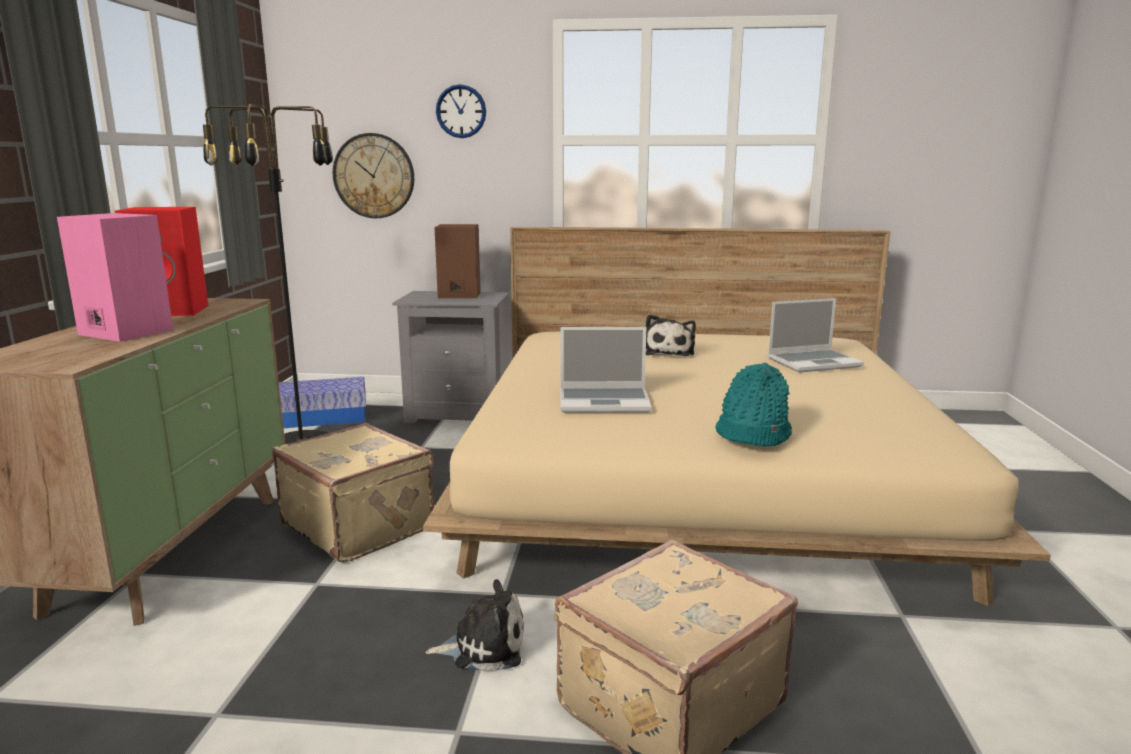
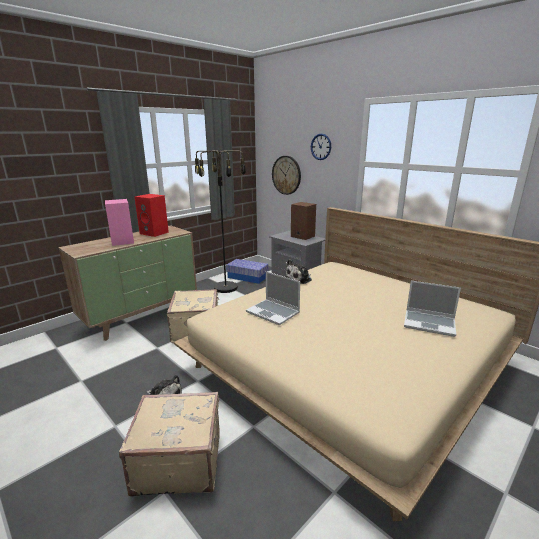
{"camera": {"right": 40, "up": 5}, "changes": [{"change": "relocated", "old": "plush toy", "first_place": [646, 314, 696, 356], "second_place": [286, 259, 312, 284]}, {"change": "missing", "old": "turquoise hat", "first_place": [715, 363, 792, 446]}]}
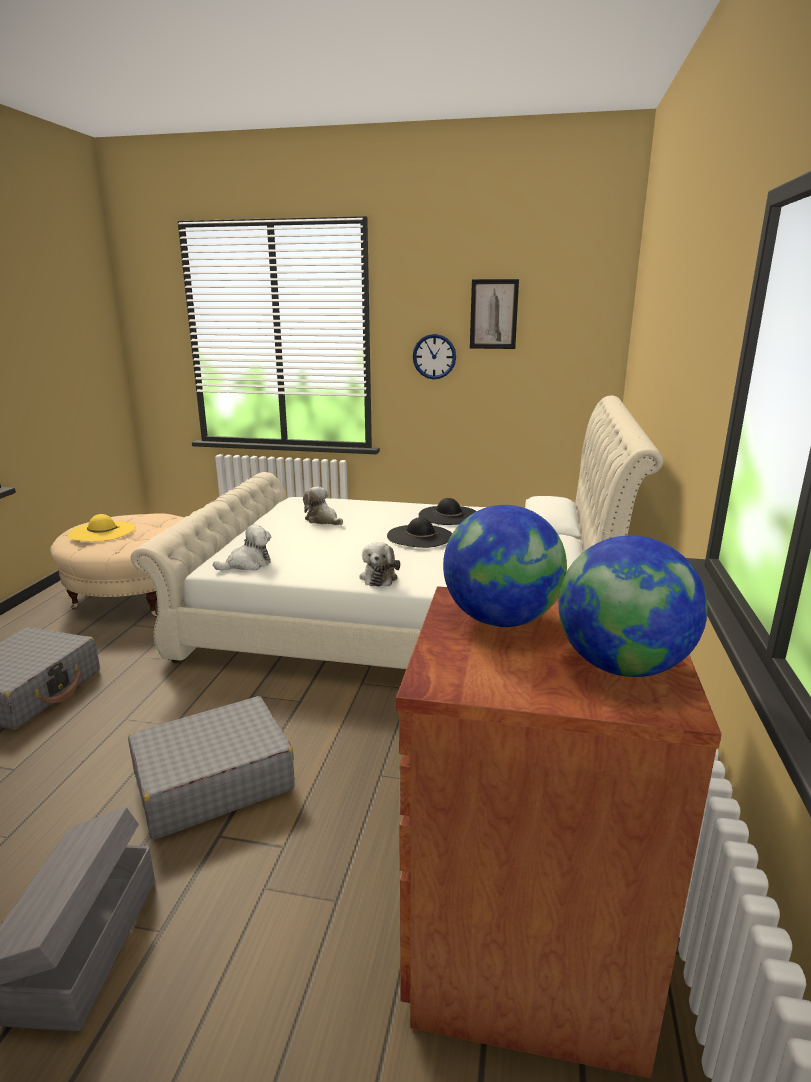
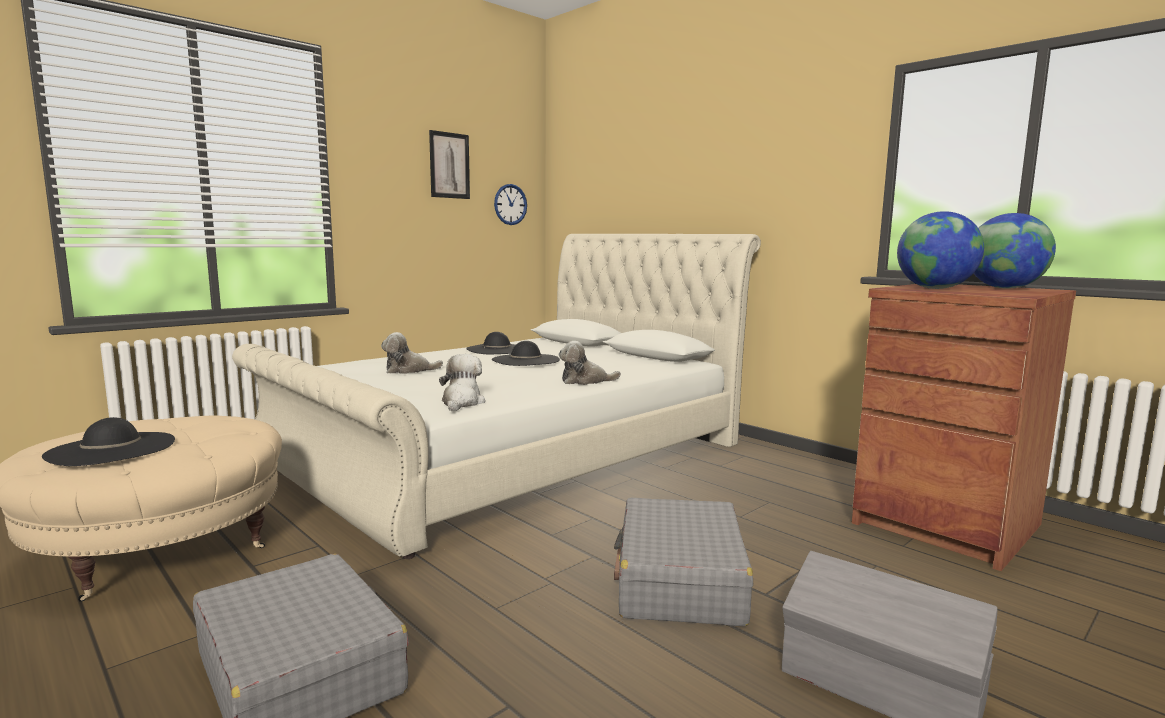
{"camera": {"right": -55, "up": -10}, "changes": [{"change": "relocated", "old": "wall clock", "first_place": [413, 334, 456, 379], "second_place": [494, 184, 527, 225]}, {"change": "colour", "old": "yellow hat", "new": "black hat", "first_place": [68, 514, 136, 542], "second_place": [42, 417, 175, 466]}, {"change": "spun", "old": "plush toy", "first_place": [359, 542, 400, 587], "second_place": [559, 341, 621, 385], "degrees": 135}]}
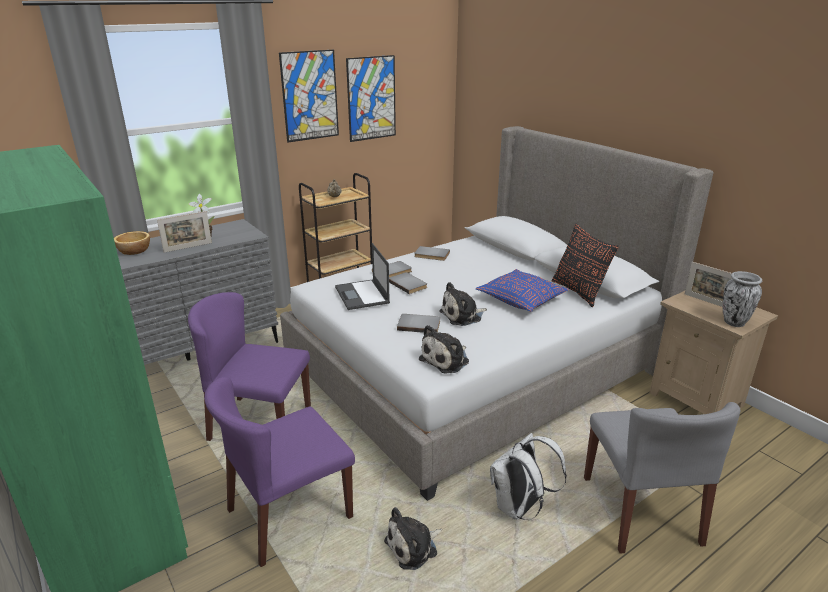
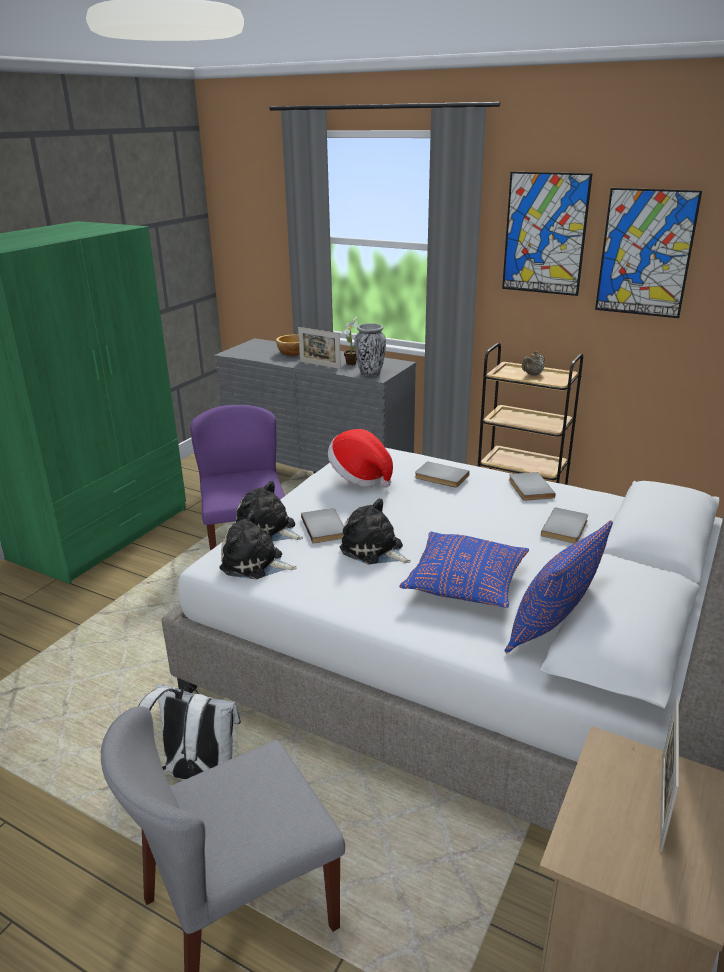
{"camera": {"right": 65, "up": 0}, "changes": [{"change": "colour", "old": "black pillow", "new": "blue pillow", "first_place": [552, 224, 619, 307], "second_place": [505, 520, 613, 654]}, {"change": "exchanged", "old": "laptop", "new": "hat", "first_place": [335, 243, 390, 310], "second_place": [328, 429, 393, 487]}, {"change": "relocated", "old": "vase", "first_place": [723, 271, 762, 327], "second_place": [354, 323, 386, 376]}, {"change": "relocated", "old": "grey book", "first_place": [389, 272, 427, 294], "second_place": [541, 507, 588, 543]}, {"change": "missing", "old": "purple chair", "first_place": [204, 377, 355, 567]}, {"change": "relocated", "old": "plush toy", "first_place": [384, 507, 442, 570], "second_place": [236, 481, 303, 542]}]}
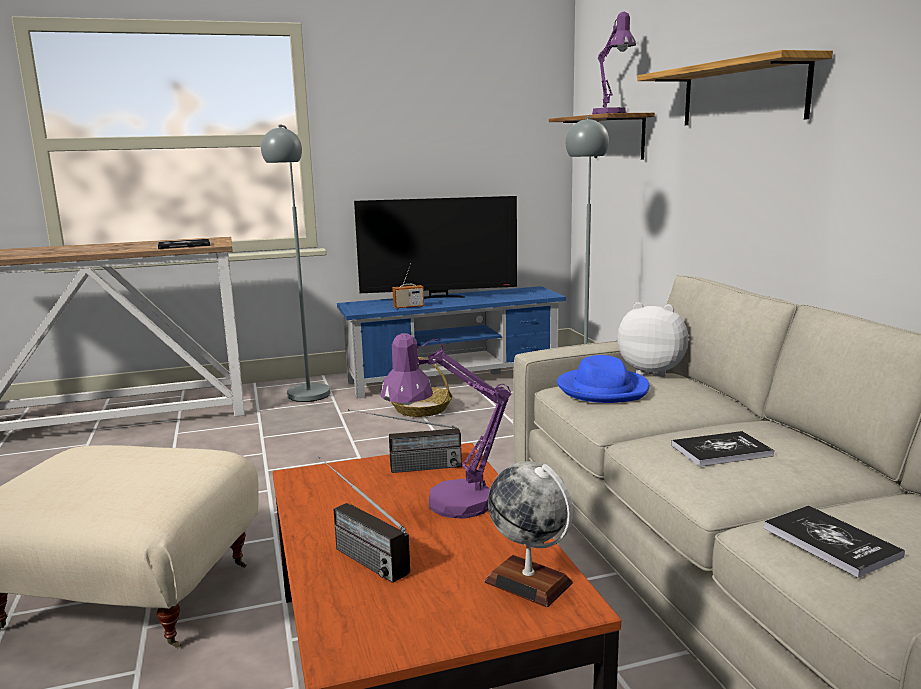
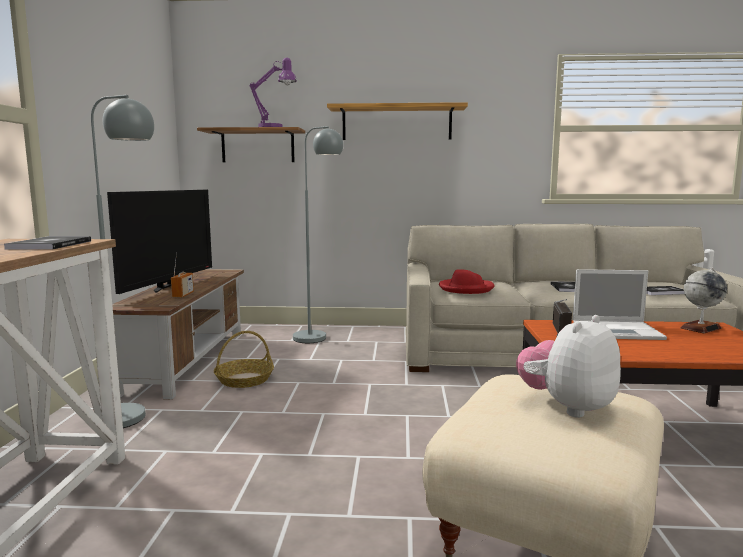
{"camera": {"right": -70, "up": -5}, "changes": [{"change": "colour", "old": "blue tv stand", "new": "brown tv stand", "first_place": [337, 286, 566, 398], "second_place": [112, 269, 244, 400]}, {"change": "relocated", "old": "plush toy", "first_place": [617, 302, 688, 377], "second_place": [516, 315, 621, 418]}, {"change": "exchanged", "old": "purple table lamp", "new": "laptop", "first_place": [381, 333, 511, 519], "second_place": [573, 269, 667, 340]}, {"change": "colour", "old": "blue hat", "new": "red hat", "first_place": [557, 355, 649, 403], "second_place": [439, 269, 494, 294]}, {"change": "missing", "old": "radio", "first_place": [318, 456, 410, 583]}]}
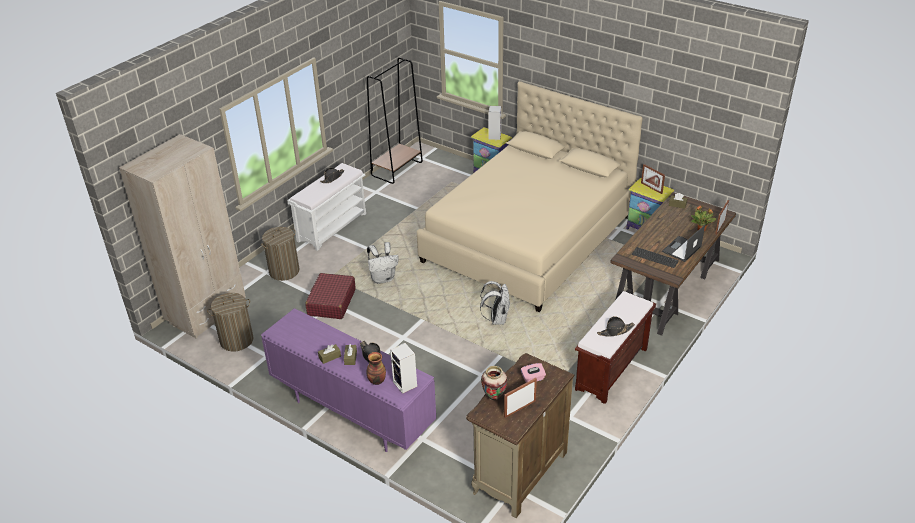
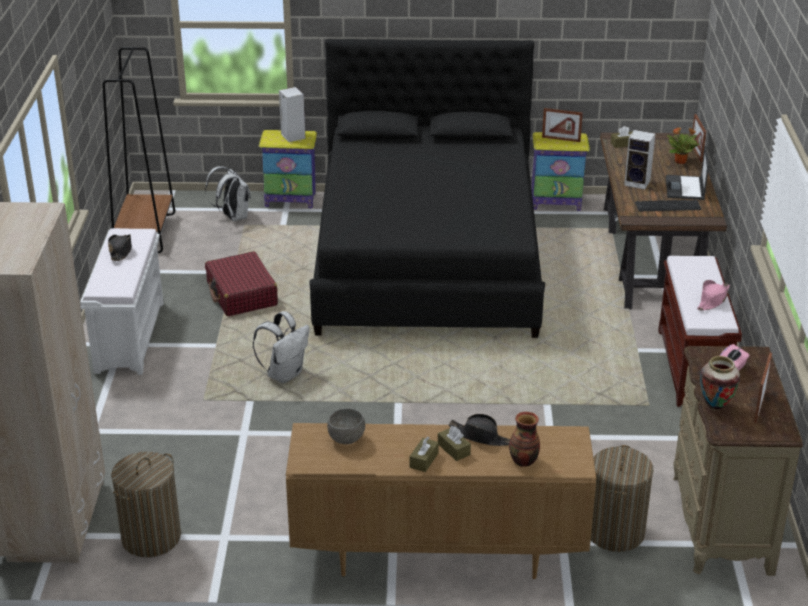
{"camera": {"right": -35, "up": -5}, "changes": [{"change": "colour", "old": "beige bed", "new": "black bed", "first_place": [417, 81, 643, 312], "second_place": [309, 39, 545, 338]}, {"change": "relocated", "old": "laundry basket", "first_place": [261, 227, 299, 281], "second_place": [591, 445, 654, 552]}, {"change": "relocated", "old": "red suitcase", "first_place": [305, 273, 356, 319], "second_place": [205, 251, 278, 316]}, {"change": "relocated", "old": "white backpack", "first_place": [480, 281, 510, 325], "second_place": [205, 166, 251, 221]}, {"change": "colour", "old": "purple dresser", "new": "brown dresser", "first_place": [261, 308, 436, 452], "second_place": [286, 423, 597, 579]}, {"change": "colour", "old": "black hat", "new": "pink hat", "first_place": [597, 316, 635, 337], "second_place": [697, 280, 730, 311]}, {"change": "relocated", "old": "speaker", "first_place": [390, 343, 417, 394], "second_place": [624, 130, 655, 189]}, {"change": "appeared", "new": "grey bowl", "second_place": [327, 408, 365, 444]}]}
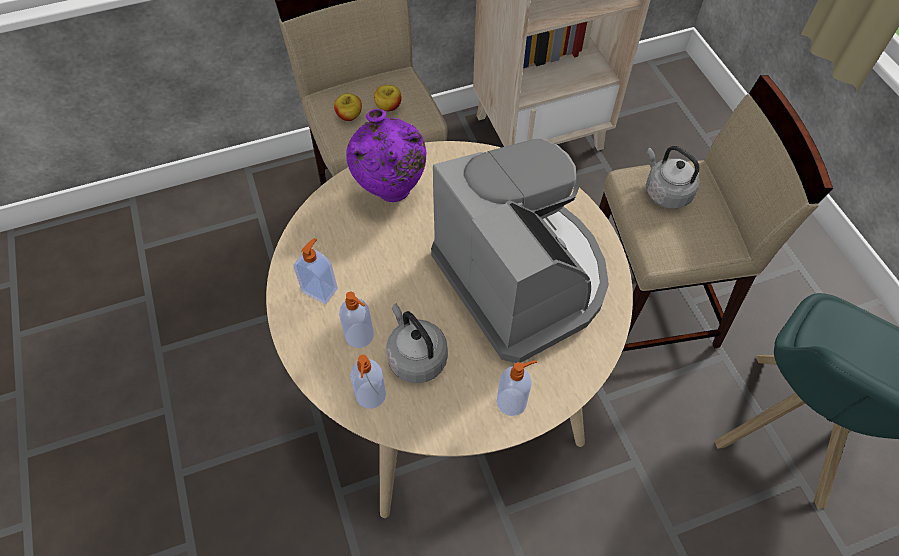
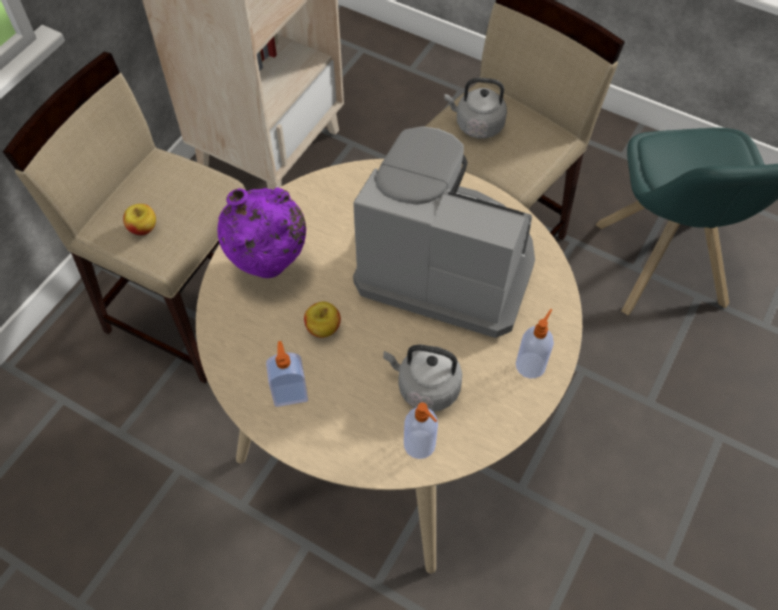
{"camera": {"right": -40, "up": 0}, "changes": [{"change": "relocated", "old": "apple", "first_place": [374, 85, 402, 111], "second_place": [304, 302, 341, 338]}, {"change": "missing", "old": "soap dispenser", "first_place": [339, 292, 374, 348]}]}
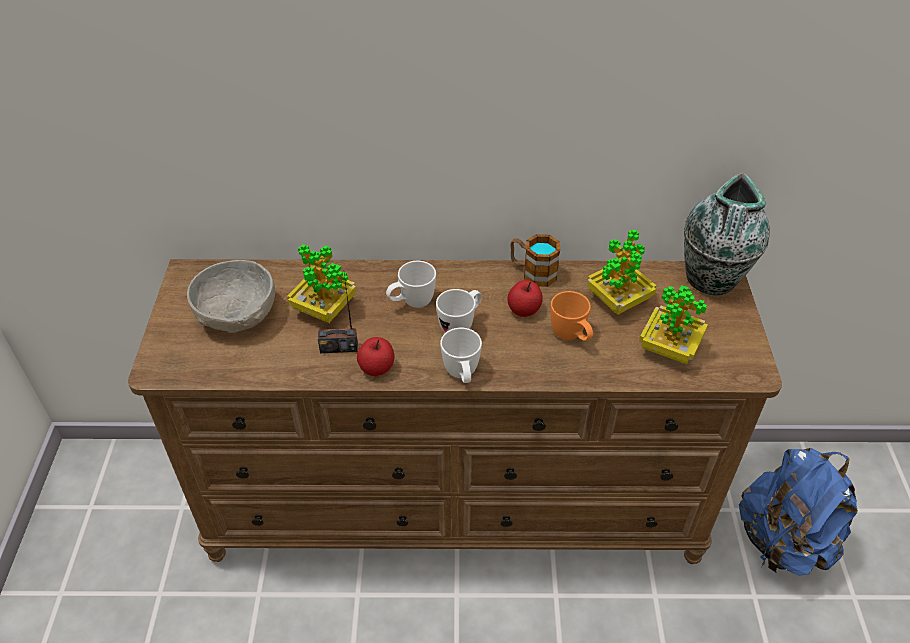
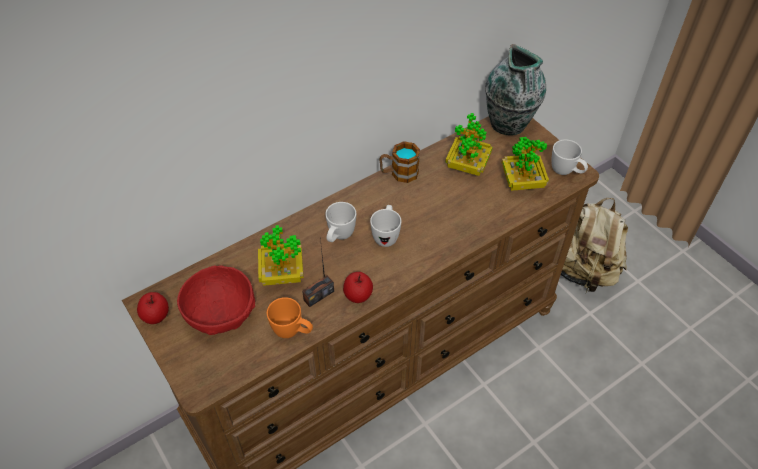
{"camera": {"right": -35, "up": 5}, "changes": [{"change": "colour", "old": "grey bowl", "new": "red bowl", "first_place": [187, 260, 275, 333], "second_place": [177, 265, 255, 335]}, {"change": "relocated", "old": "apple", "first_place": [507, 280, 543, 317], "second_place": [137, 292, 169, 324]}, {"change": "relocated", "old": "orange mug", "first_place": [551, 291, 593, 341], "second_place": [267, 297, 313, 338]}, {"change": "relocated", "old": "white mug", "first_place": [440, 328, 482, 383], "second_place": [552, 139, 588, 175]}, {"change": "colour", "old": "blue backpack", "new": "beige backpack", "first_place": [739, 448, 858, 576], "second_place": [561, 198, 628, 294]}]}
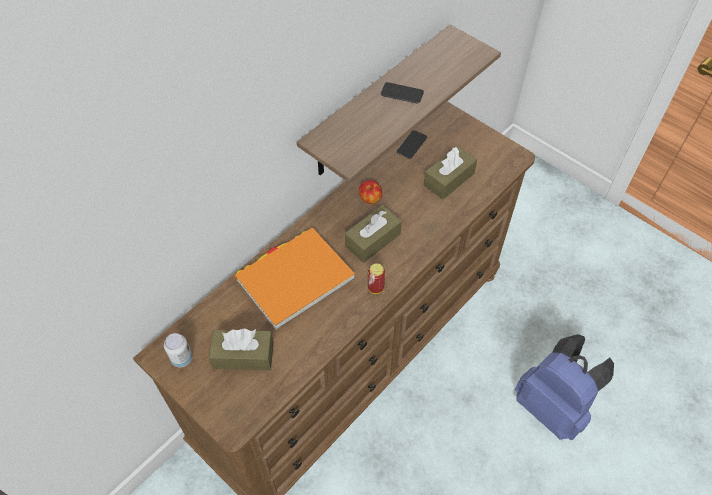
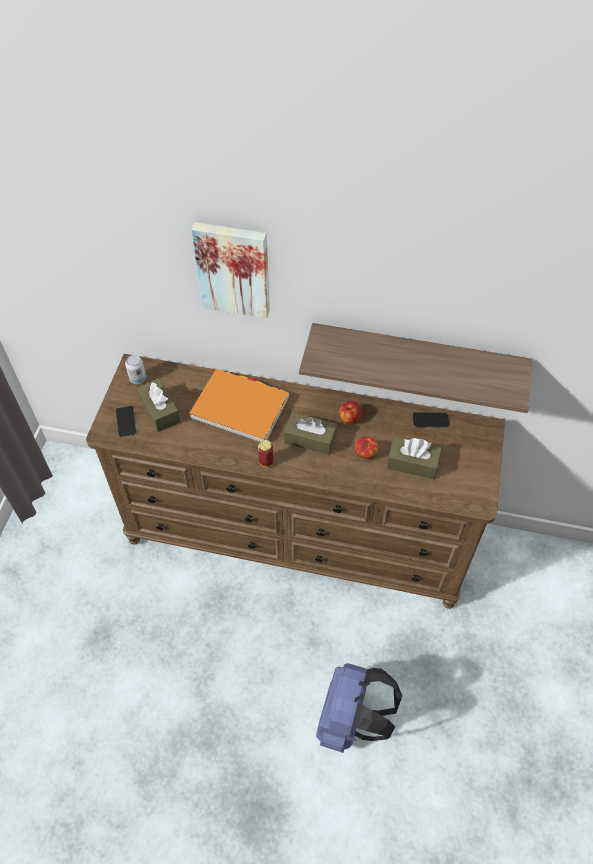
{"camera": {"right": 60, "up": 0}, "changes": [{"change": "relocated", "old": "phone", "first_place": [381, 82, 424, 104], "second_place": [116, 406, 136, 437]}, {"change": "appeared", "new": "picture", "second_place": [191, 222, 270, 319]}, {"change": "appeared", "new": "apple", "second_place": [355, 437, 379, 459]}]}
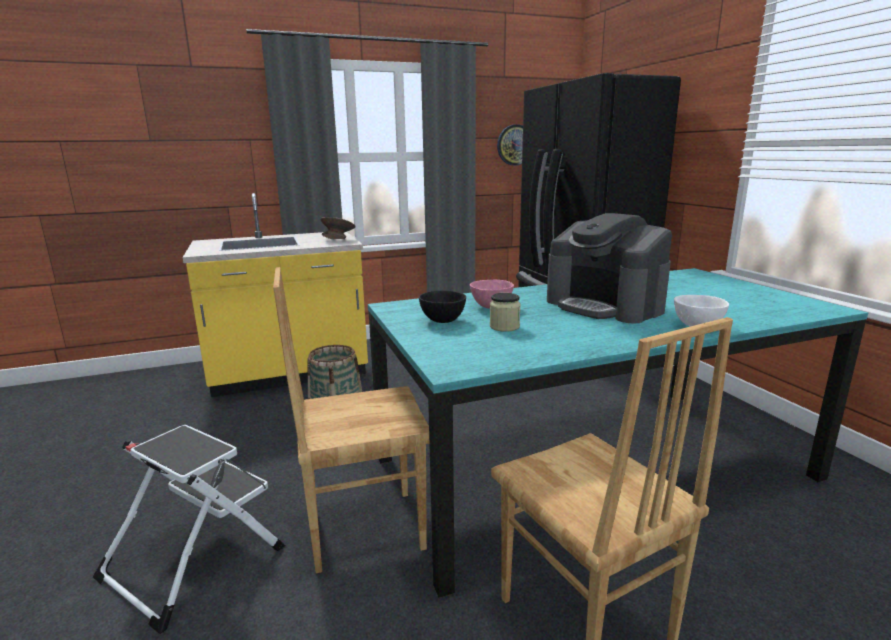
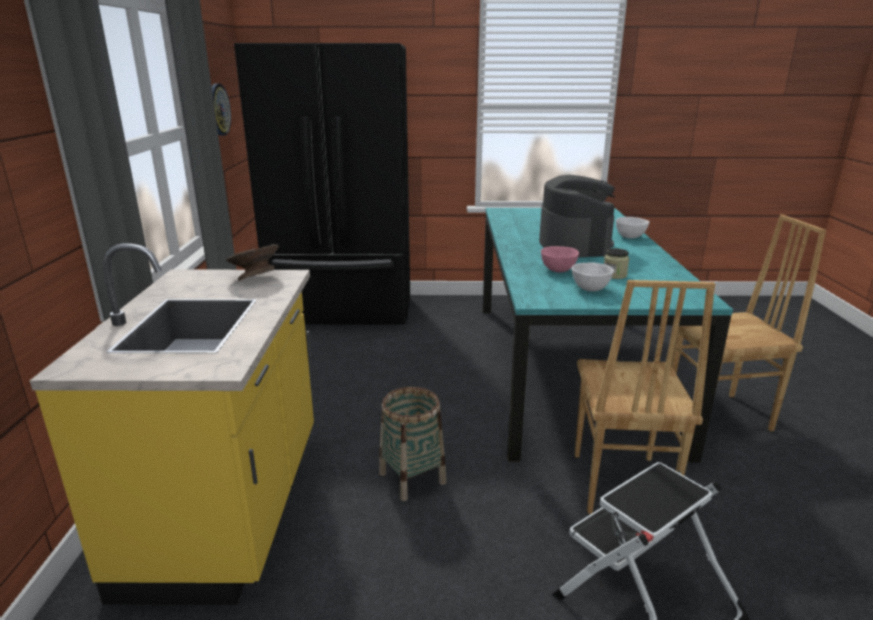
{"camera": {"right": -70, "up": 5}, "changes": [{"change": "spun", "old": "coffee machine", "first_place": [547, 213, 672, 324], "second_place": [539, 175, 615, 258], "degrees": -75}, {"change": "colour", "old": "black bowl", "new": "white bowl", "first_place": [419, 290, 466, 323], "second_place": [572, 262, 614, 292]}]}
